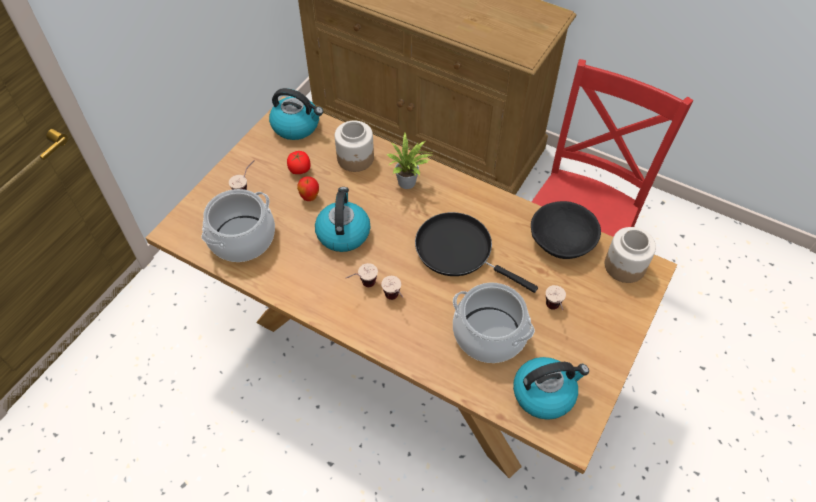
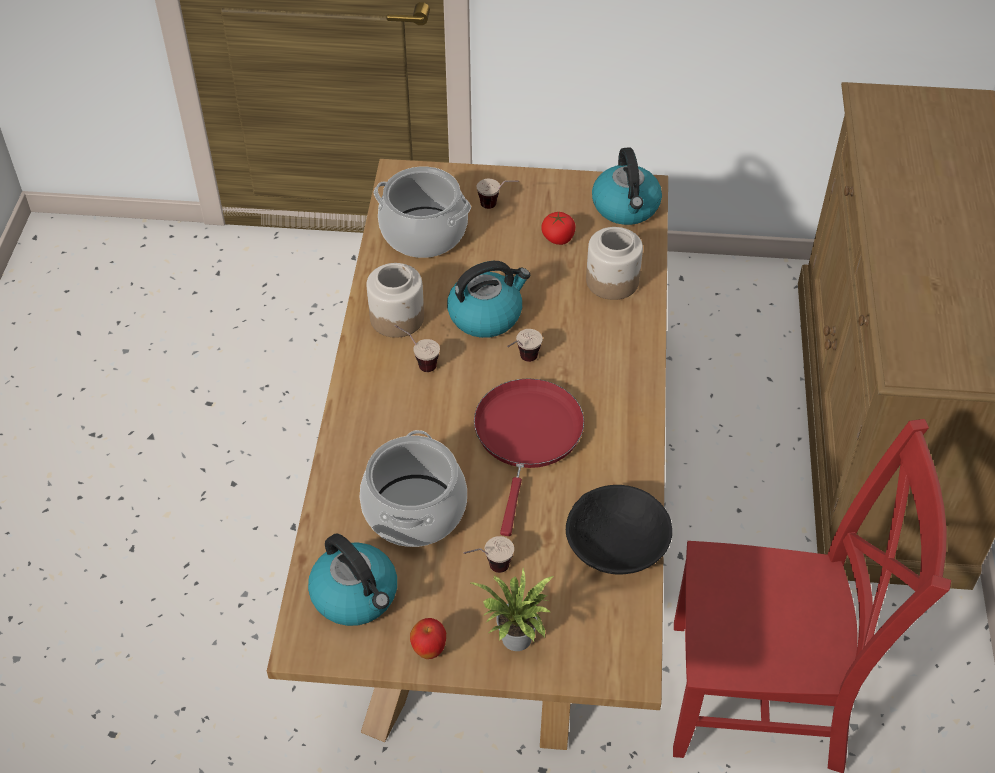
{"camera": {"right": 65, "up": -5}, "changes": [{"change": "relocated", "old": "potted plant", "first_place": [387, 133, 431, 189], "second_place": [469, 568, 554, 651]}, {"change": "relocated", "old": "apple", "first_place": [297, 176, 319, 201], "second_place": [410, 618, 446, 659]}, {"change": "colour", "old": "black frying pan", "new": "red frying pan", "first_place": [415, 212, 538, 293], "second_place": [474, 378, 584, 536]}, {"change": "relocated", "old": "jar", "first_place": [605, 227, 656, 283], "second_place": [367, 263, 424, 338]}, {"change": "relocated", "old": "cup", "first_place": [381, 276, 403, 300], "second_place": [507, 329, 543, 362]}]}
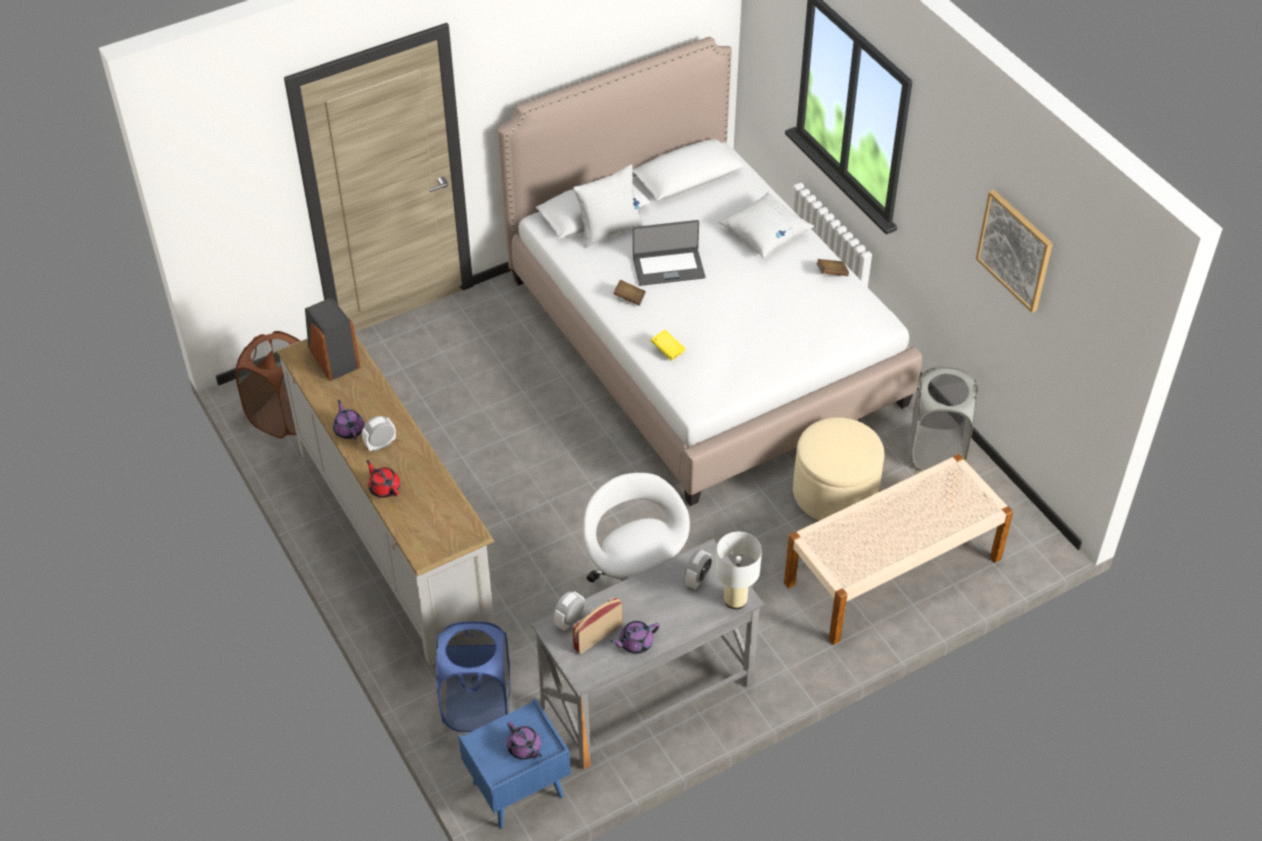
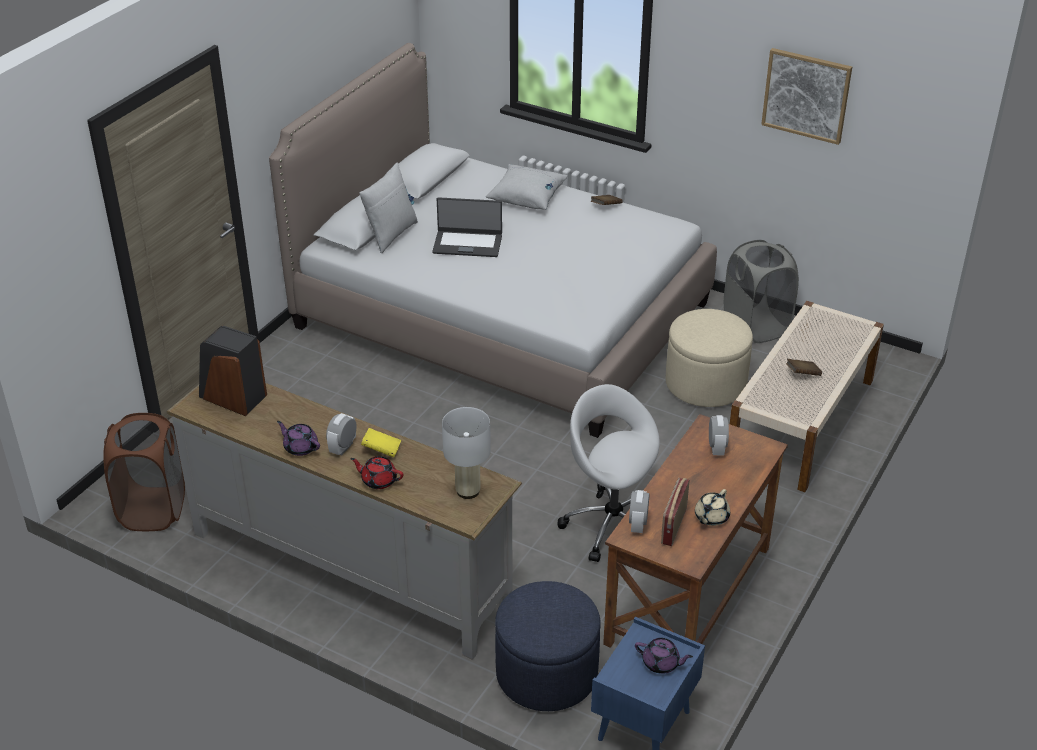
{"camera": {"right": -30, "up": -10}, "changes": [{"change": "spun", "old": "laptop", "first_place": [633, 220, 705, 286], "second_place": [432, 197, 502, 257], "degrees": 45}, {"change": "relocated", "old": "brown book", "first_place": [613, 280, 646, 306], "second_place": [786, 359, 822, 376]}, {"change": "relocated", "old": "yellow book", "first_place": [651, 330, 685, 361], "second_place": [361, 428, 401, 457]}, {"change": "relocated", "old": "white table lamp", "first_place": [716, 532, 762, 609], "second_place": [442, 407, 491, 499]}, {"change": "colour", "old": "grey desk", "new": "brown desk", "first_place": [531, 539, 764, 769], "second_place": [603, 414, 788, 648]}, {"change": "exchanged", "old": "blue laundry basket", "new": "blue ottoman", "first_place": [436, 621, 510, 732], "second_place": [495, 581, 601, 711]}, {"change": "colour", "old": "purple teapot", "new": "beige teapot", "first_place": [610, 621, 660, 654], "second_place": [695, 489, 730, 526]}]}
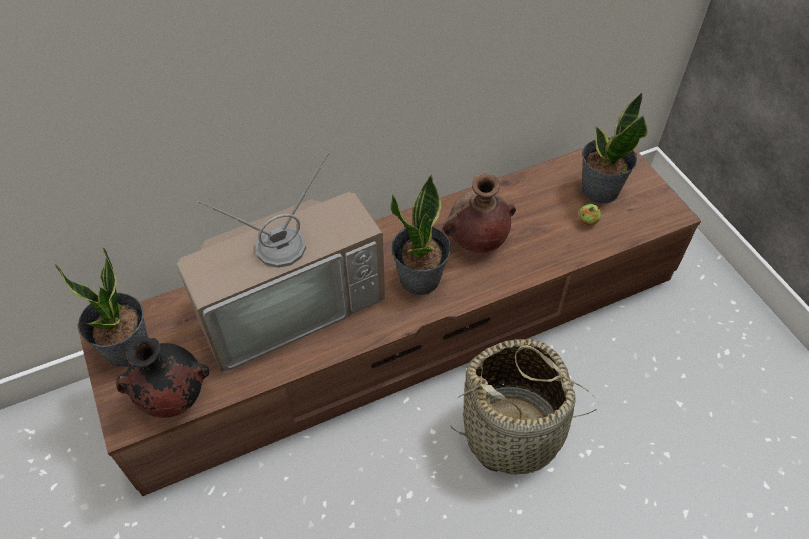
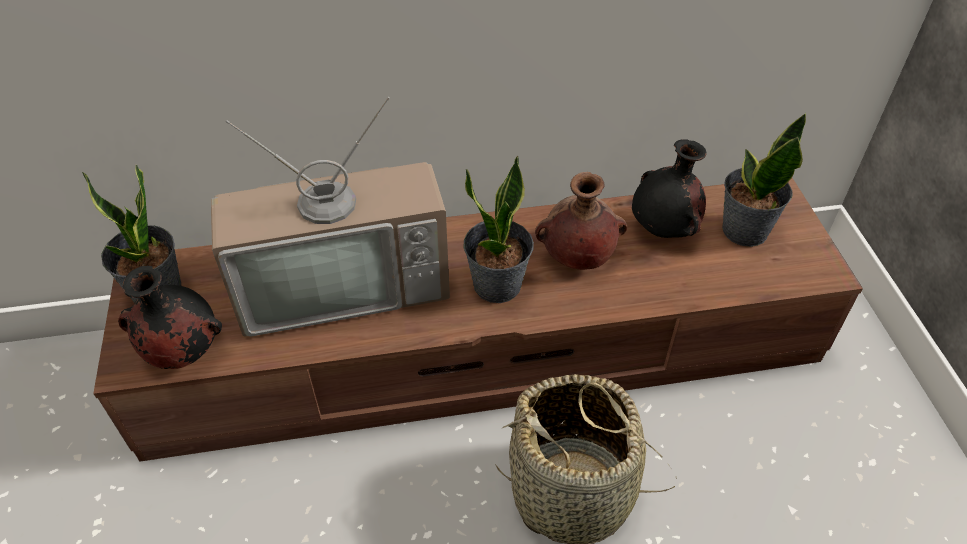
{"camera": {"right": 15, "up": -5}, "changes": [{"change": "missing", "old": "apple", "first_place": [579, 203, 601, 225]}, {"change": "appeared", "new": "black vase", "second_place": [632, 139, 707, 238]}]}
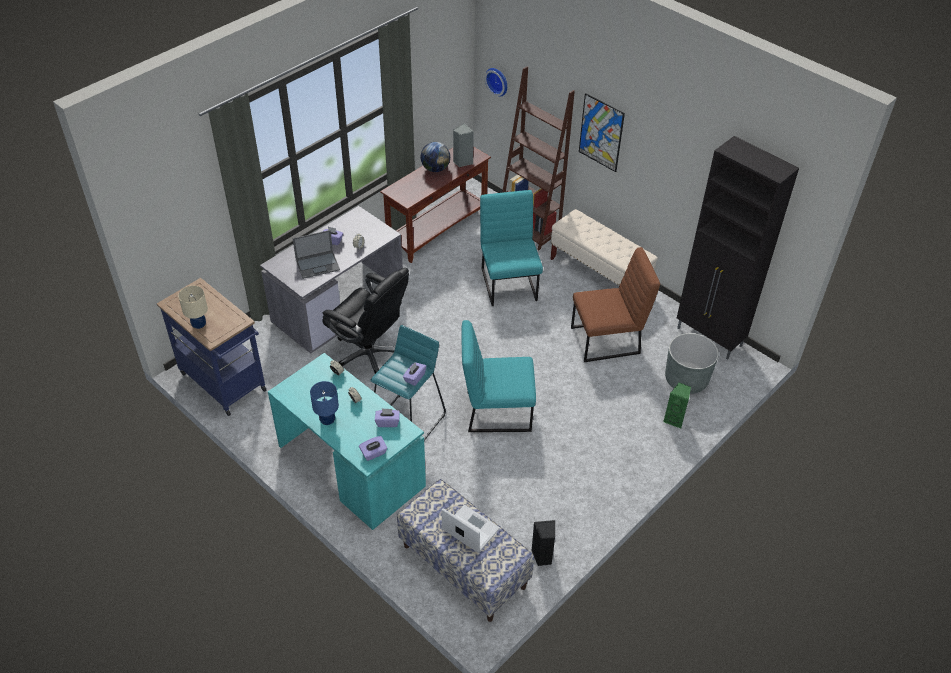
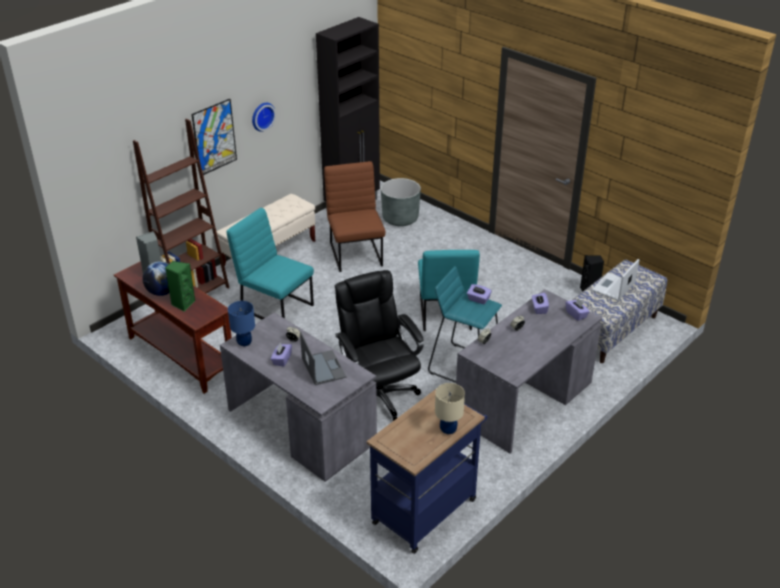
{"camera": {"right": -90, "up": -10}, "changes": [{"change": "relocated", "old": "wall clock", "first_place": [485, 68, 507, 96], "second_place": [252, 103, 276, 132]}, {"change": "spun", "old": "turquoise chair", "first_place": [480, 190, 543, 306], "second_place": [227, 208, 314, 320], "degrees": 45}, {"change": "spun", "old": "black office chair", "first_place": [322, 267, 409, 374], "second_place": [335, 270, 424, 421], "degrees": -60}, {"change": "colour", "old": "turquoise desk", "new": "grey desk", "first_place": [268, 353, 426, 530], "second_place": [456, 289, 602, 453]}, {"change": "relocated", "old": "blue table lamp", "first_place": [310, 381, 339, 425], "second_place": [228, 301, 255, 346]}, {"change": "relocated", "old": "green speaker", "first_place": [663, 383, 691, 428], "second_place": [165, 261, 195, 311]}]}
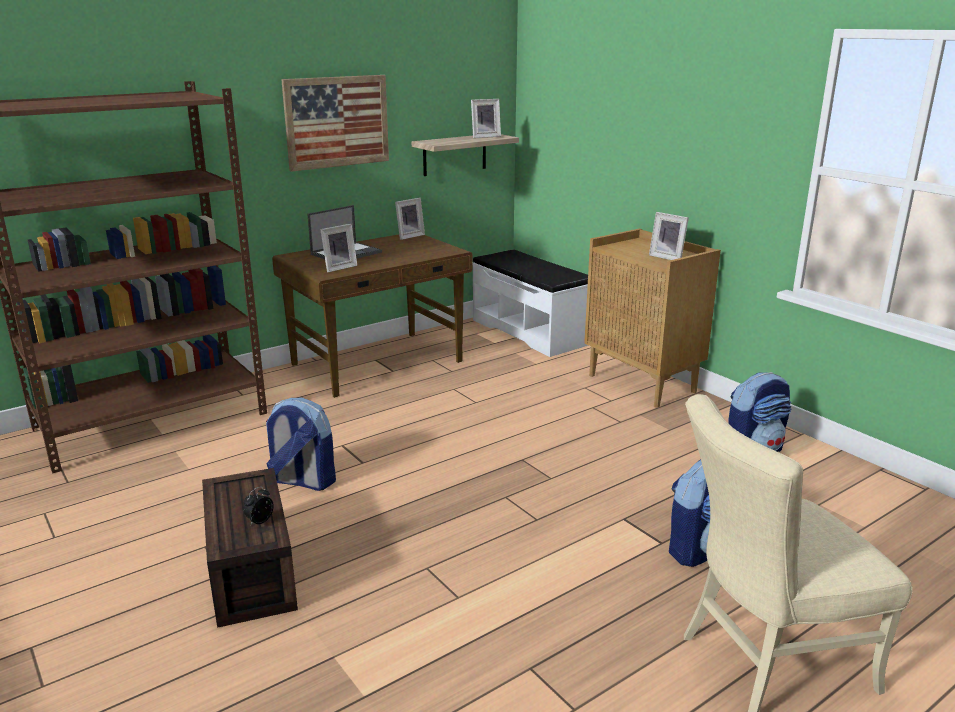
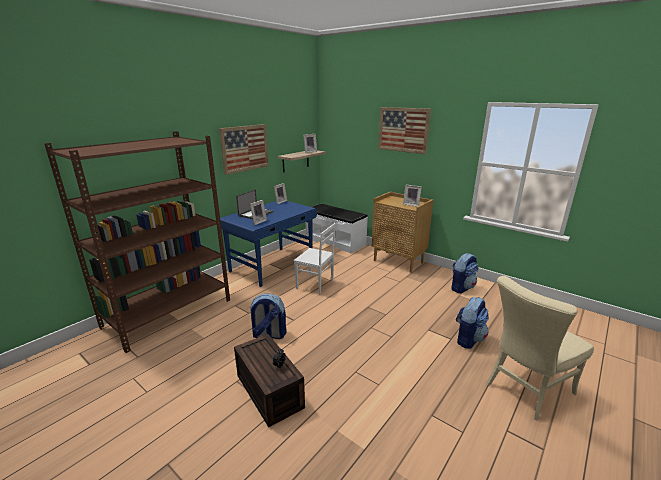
{"camera": {"right": -15, "up": 0}, "changes": [{"change": "colour", "old": "brown desk", "new": "blue desk", "first_place": [272, 235, 472, 398], "second_place": [220, 201, 317, 287]}, {"change": "appeared", "new": "picture", "second_place": [378, 107, 431, 154]}, {"change": "appeared", "new": "white chair", "second_place": [294, 223, 336, 295]}]}
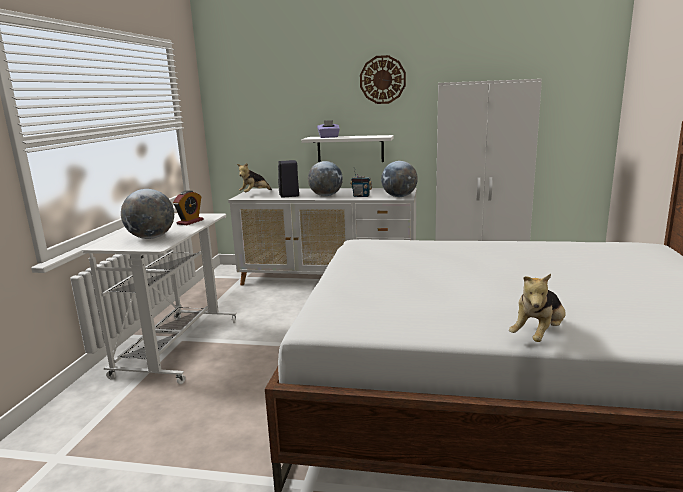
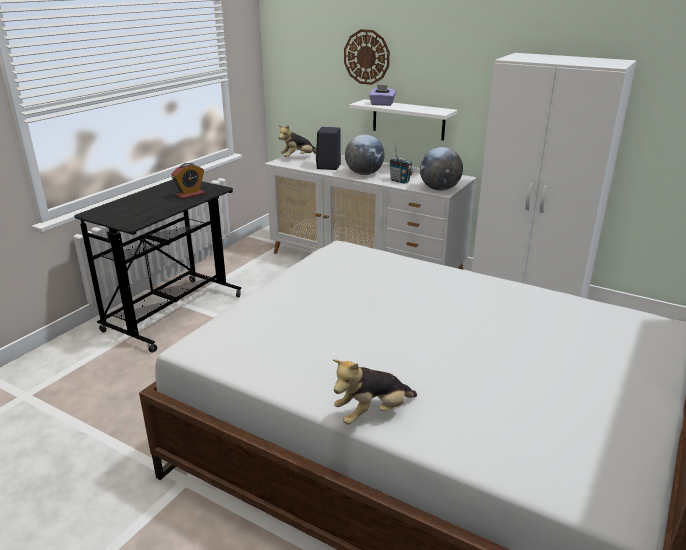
{"camera": {"right": 20, "up": 10}, "changes": [{"change": "relocated", "old": "wall clock", "first_place": [360, 55, 406, 104], "second_place": [344, 29, 390, 85]}, {"change": "missing", "old": "globe", "first_place": [121, 189, 174, 239]}, {"change": "colour", "old": "white desk", "new": "black desk", "first_place": [82, 213, 237, 384], "second_place": [74, 179, 241, 352]}]}
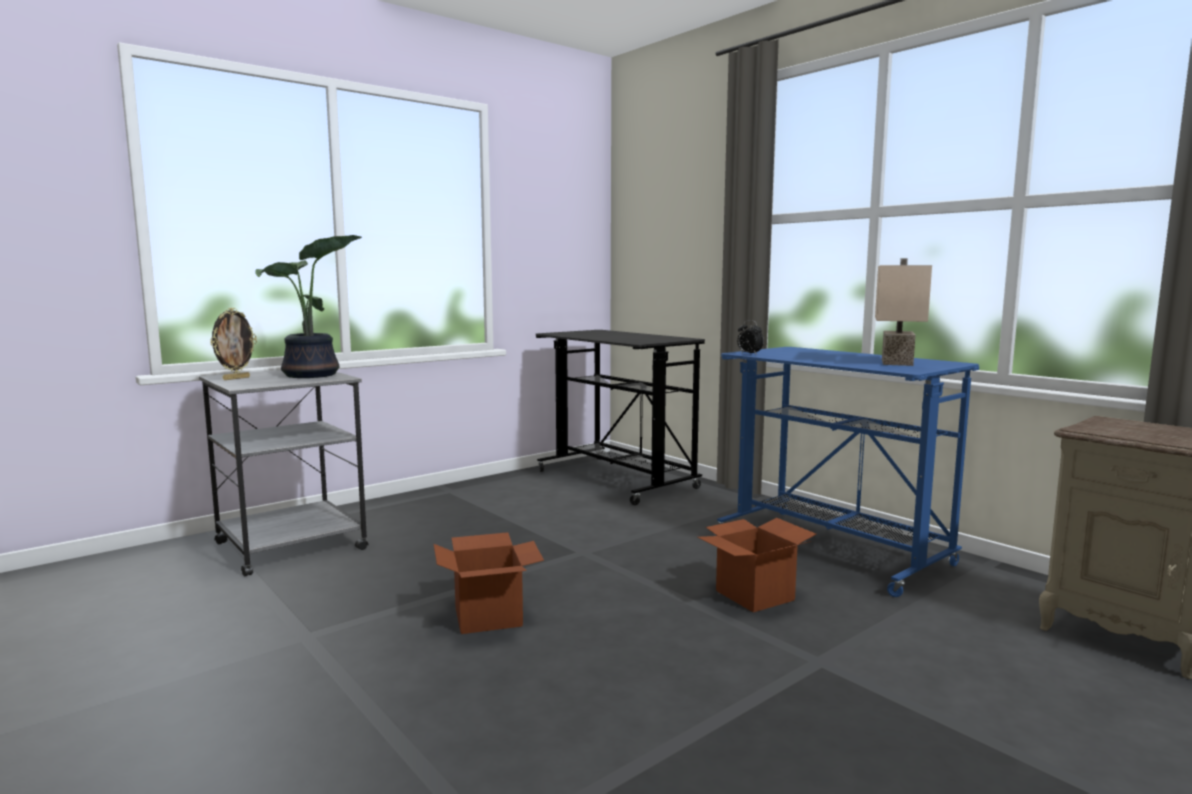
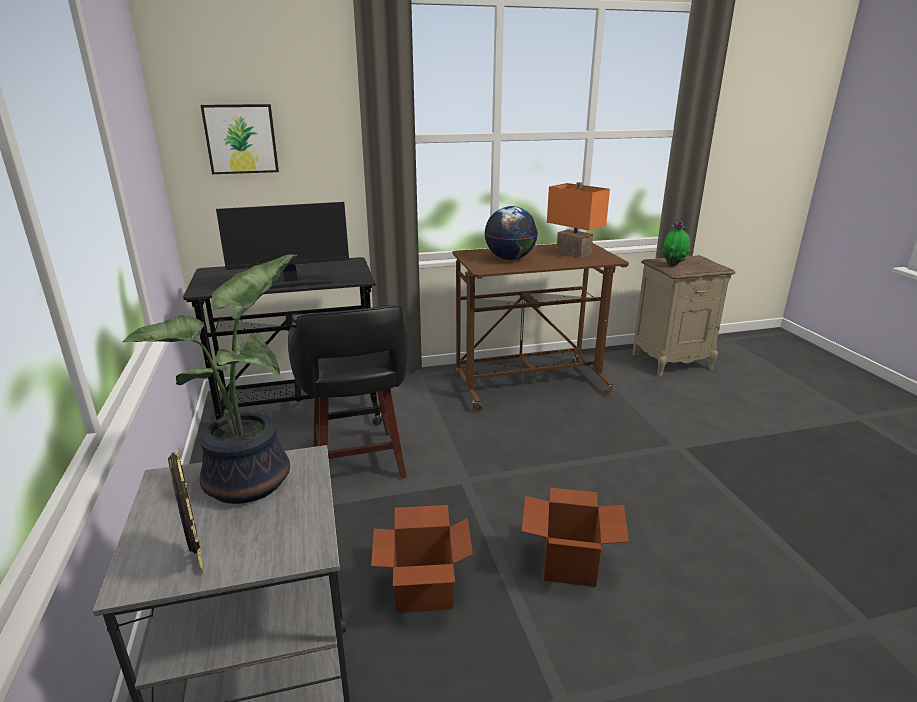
{"camera": {"right": -65, "up": 15}, "changes": [{"change": "colour", "old": "beige table lamp", "new": "orange table lamp", "first_place": [875, 258, 932, 366], "second_place": [547, 182, 610, 257]}, {"change": "missing", "old": "alarm clock", "first_place": [737, 320, 764, 355]}, {"change": "colour", "old": "blue desk", "new": "brown desk", "first_place": [717, 347, 979, 597], "second_place": [452, 243, 629, 412]}, {"change": "relocated", "old": "cardboard box", "first_place": [697, 518, 816, 612], "second_place": [371, 505, 473, 613]}, {"change": "appeared", "new": "picture", "second_place": [201, 104, 279, 174]}, {"change": "appeared", "new": "monitor", "second_place": [216, 202, 349, 289]}, {"change": "appeared", "new": "globe", "second_place": [484, 206, 538, 260]}, {"change": "appeared", "new": "potted plant", "second_place": [662, 219, 690, 267]}, {"change": "appeared", "new": "black stool", "second_place": [288, 305, 409, 479]}]}
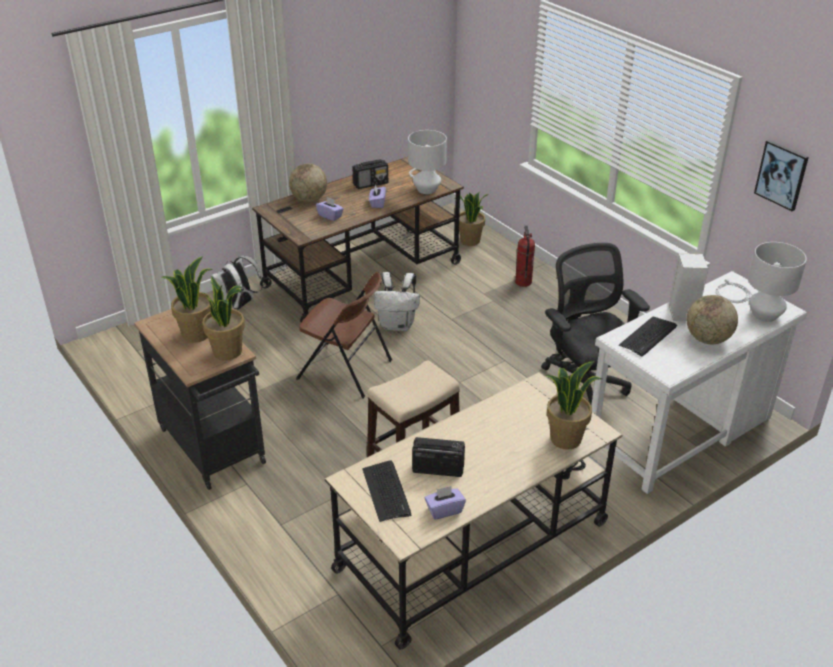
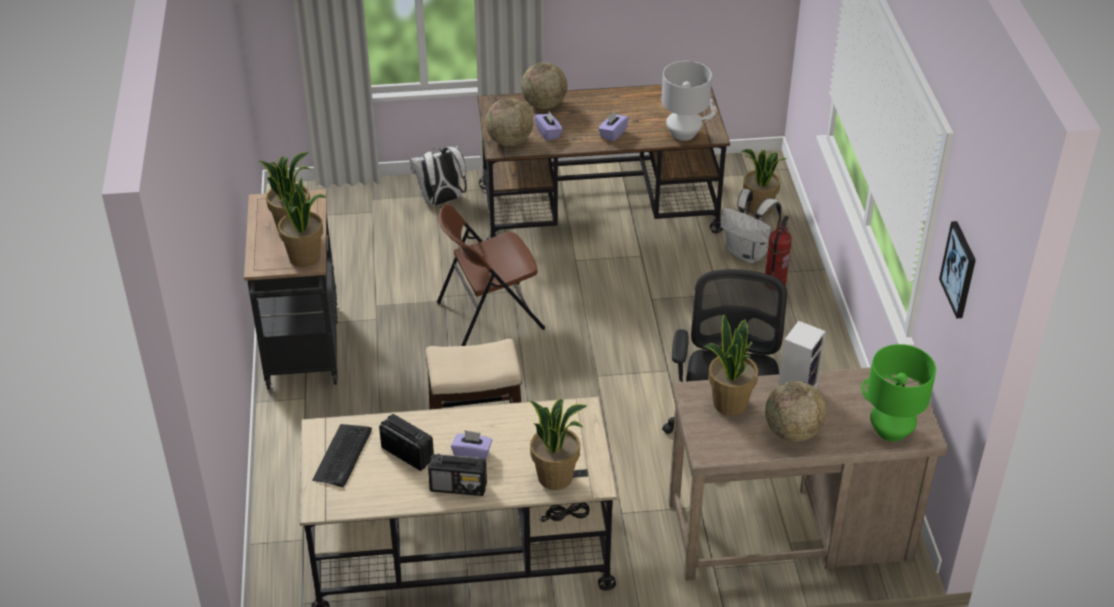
{"camera": {"right": 30, "up": 5}, "changes": [{"change": "relocated", "old": "radio", "first_place": [352, 159, 388, 189], "second_place": [428, 453, 487, 496]}, {"change": "colour", "old": "white table lamp", "new": "green table lamp", "first_place": [715, 242, 807, 322], "second_place": [861, 344, 936, 442]}, {"change": "colour", "old": "white desk", "new": "brown desk", "first_place": [591, 271, 807, 494], "second_place": [669, 367, 948, 580]}, {"change": "spun", "old": "brown chair", "first_place": [296, 272, 392, 399], "second_place": [437, 204, 545, 346], "degrees": 105}, {"change": "relocated", "old": "white backpack", "first_place": [374, 272, 420, 331], "second_place": [720, 189, 782, 263]}, {"change": "exchanged", "old": "keyboard", "new": "potted plant", "first_place": [619, 316, 677, 356], "second_place": [704, 314, 758, 416]}, {"change": "relocated", "old": "purple tissue box", "first_place": [425, 486, 466, 520], "second_place": [451, 430, 492, 459]}, {"change": "appeared", "new": "globe", "second_place": [485, 98, 533, 146]}]}
